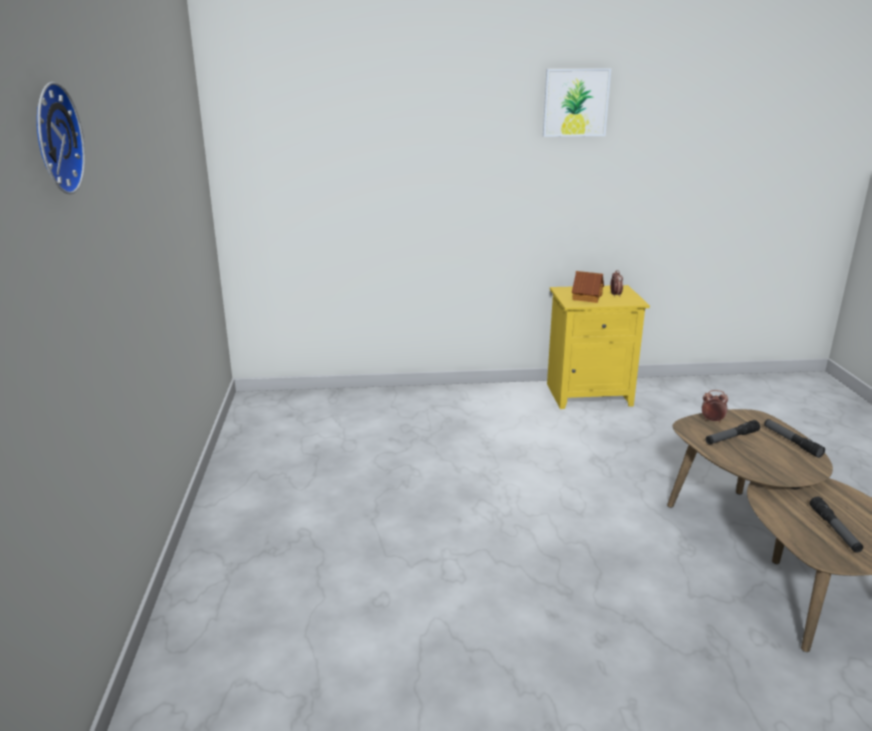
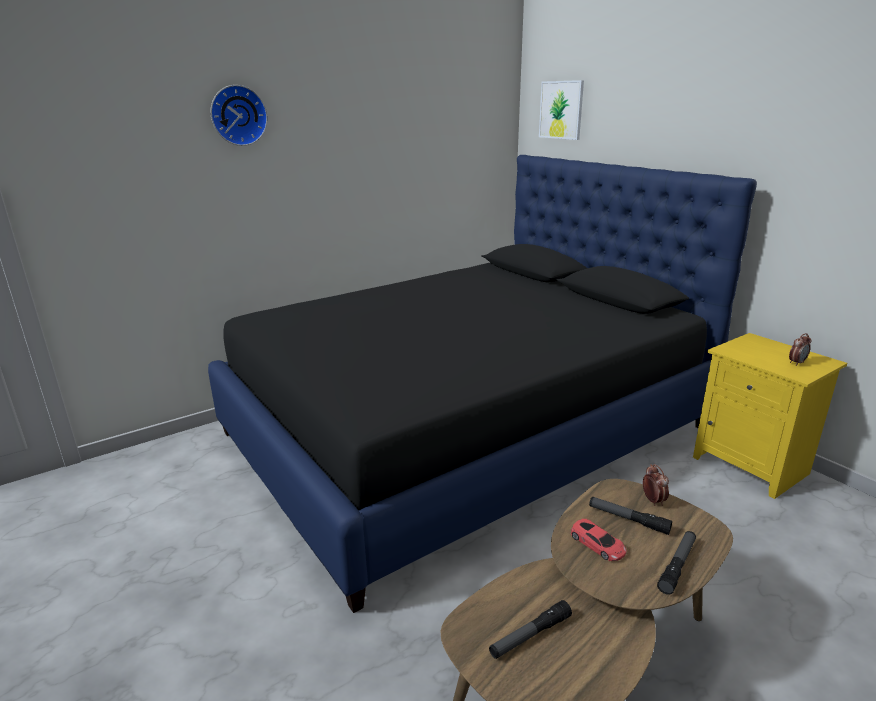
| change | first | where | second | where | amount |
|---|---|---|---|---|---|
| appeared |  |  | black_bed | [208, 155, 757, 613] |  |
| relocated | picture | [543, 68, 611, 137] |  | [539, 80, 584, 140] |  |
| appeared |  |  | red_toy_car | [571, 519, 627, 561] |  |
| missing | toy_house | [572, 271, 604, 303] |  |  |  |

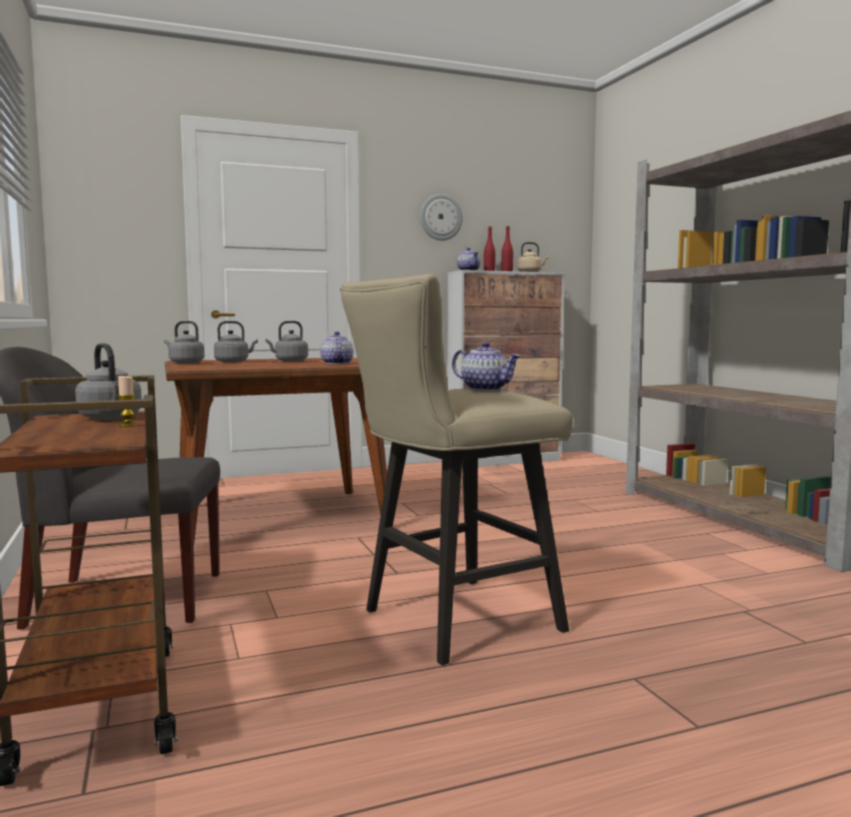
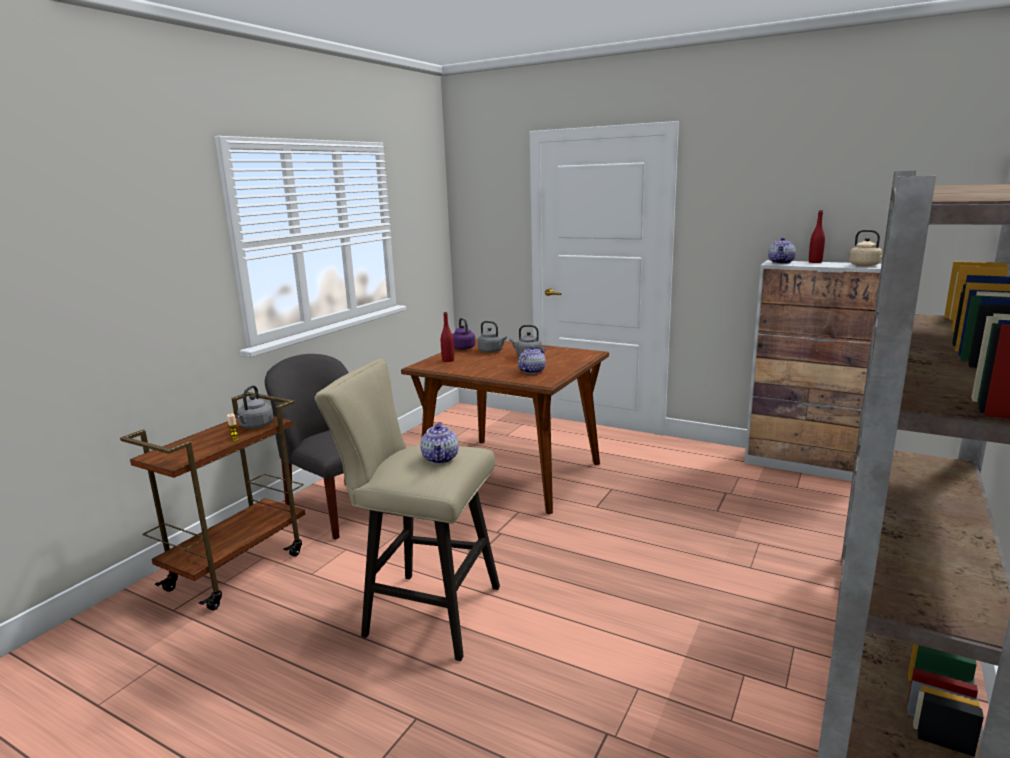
| change | first | where | second | where | amount |
|---|---|---|---|---|---|
| relocated | red_bottle | [501, 226, 513, 271] |  | [441, 312, 454, 362] |  |
| colour | grey_kettle | [164, 321, 204, 364] | purple_kettle | [452, 318, 475, 350] |  |
| missing | wall_clock | [420, 194, 463, 241] |  |  |  |

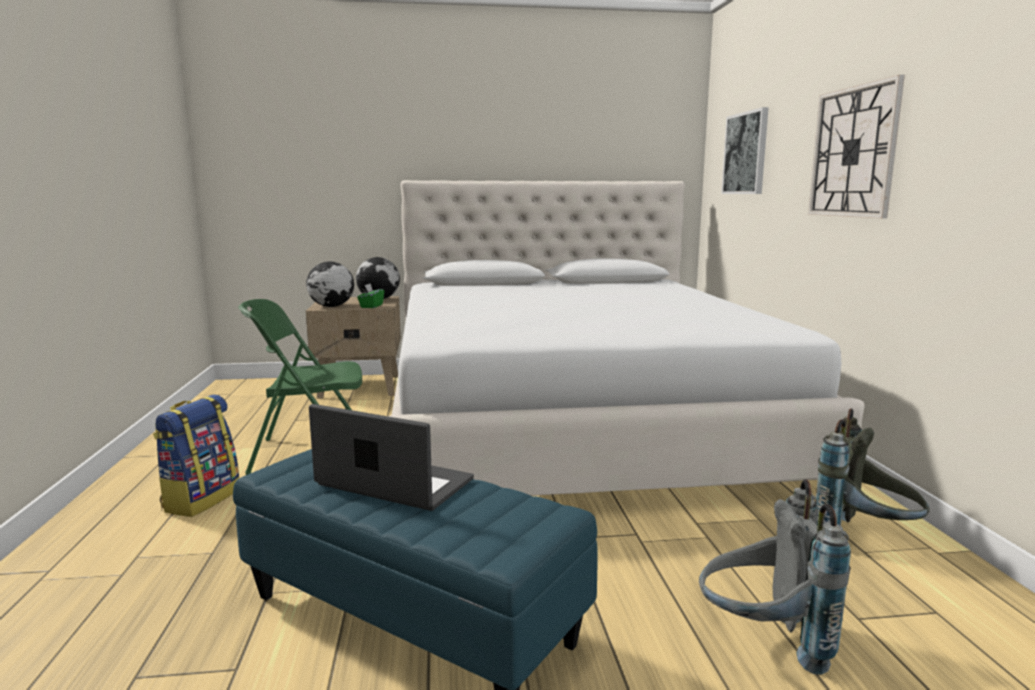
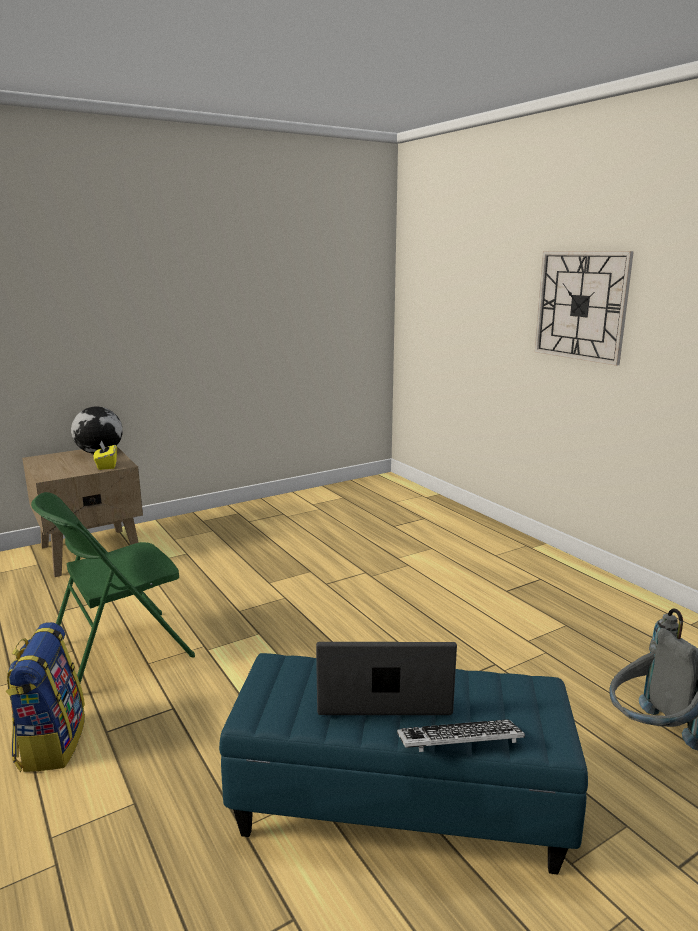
| change | first | where | second | where | amount |
|---|---|---|---|---|---|
| colour | green_tissue_box | [357, 283, 384, 308] | yellow_tissue_box | [94, 441, 117, 470] |  |
| appeared |  |  | keyboard | [397, 719, 525, 752] |  |
| missing | globe | [306, 261, 354, 307] |  |  |  |
| missing | white_bed | [388, 180, 865, 496] |  |  |  |
| missing | picture | [721, 107, 769, 194] |  |  |  |
| missing | grey_backpack | [816, 409, 930, 526] |  |  |  |

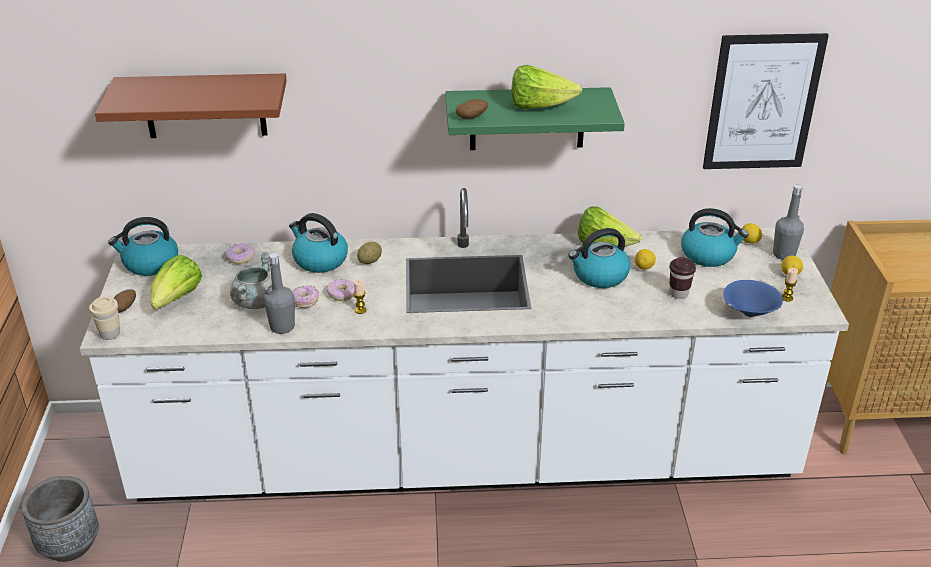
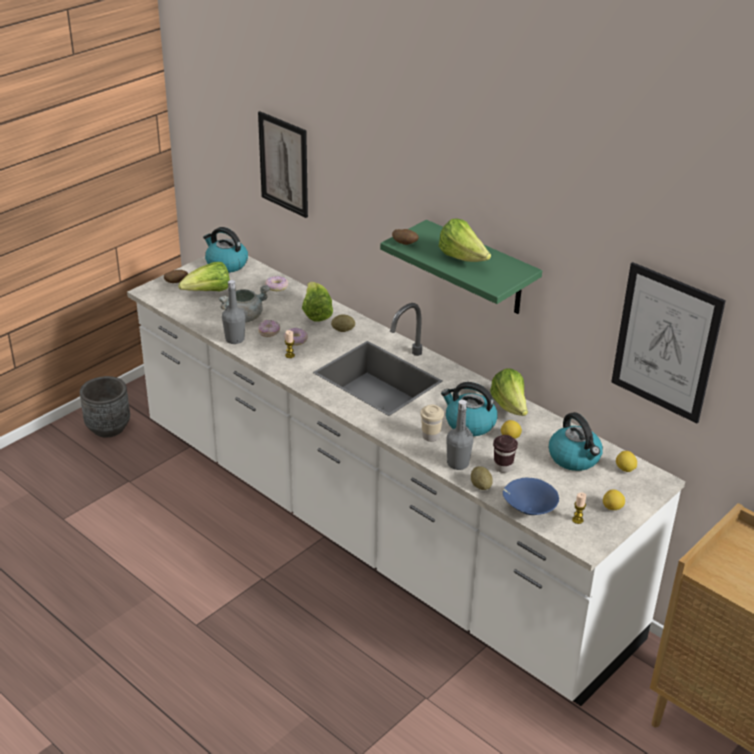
| change | first | where | second | where | amount |
|---|---|---|---|---|---|
| exchanged | brown_shelf | [95, 73, 287, 138] | picture | [258, 111, 308, 218] |  |
| exchanged | kettle | [289, 213, 348, 273] | lettuce | [302, 282, 333, 322] |  |
| relocated | beige_cup | [89, 296, 120, 340] |  | [421, 405, 444, 442] |  |
| relocated | grey_bottle | [773, 184, 804, 260] |  | [446, 399, 474, 470] |  |
| appeared |  |  | potato | [471, 466, 493, 490] |  |

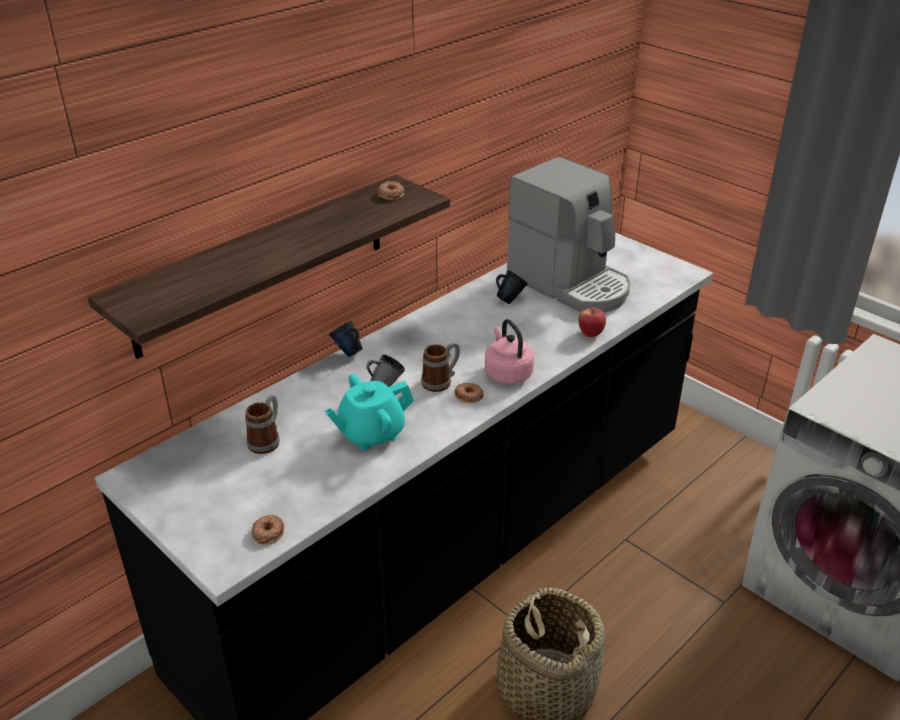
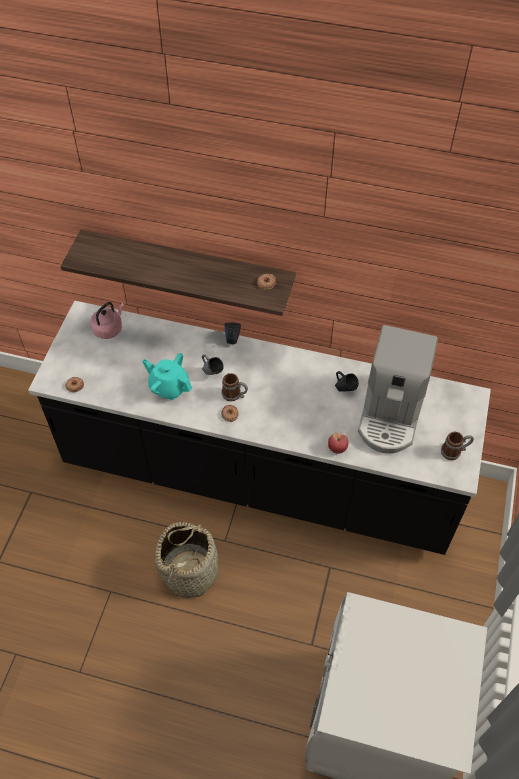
| change | first | where | second | where | amount |
|---|---|---|---|---|---|
| relocated | pink_kettle | [485, 319, 534, 384] |  | [90, 302, 124, 339] |  |
| relocated | mug | [245, 395, 280, 454] |  | [441, 432, 474, 460] |  |

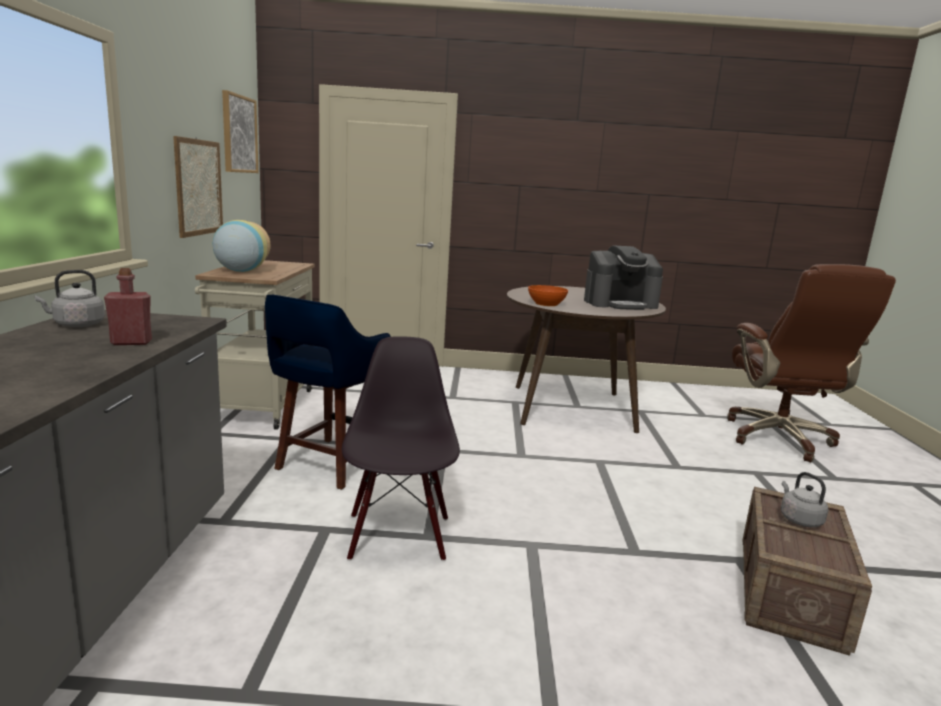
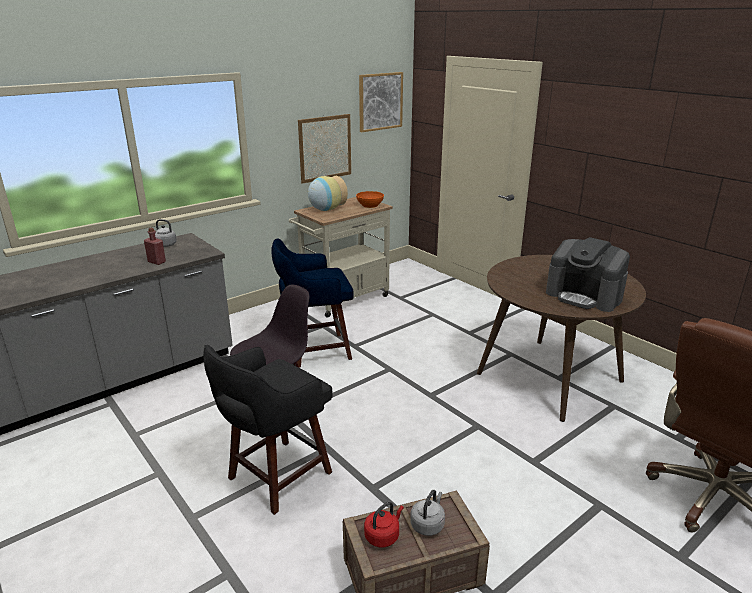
| change | first | where | second | where | amount |
|---|---|---|---|---|---|
| appeared |  |  | black_stool | [203, 345, 333, 515] |  |
| relocated | orange_bowl | [528, 285, 568, 306] |  | [356, 191, 384, 208] |  |
| appeared |  |  | red_kettle | [364, 502, 404, 547] |  |

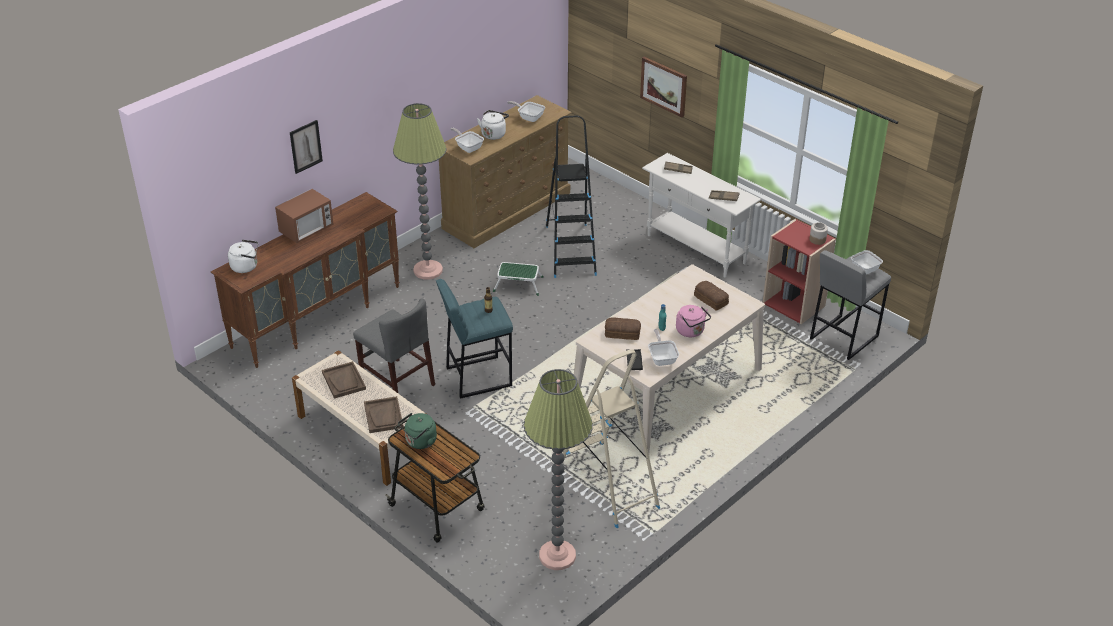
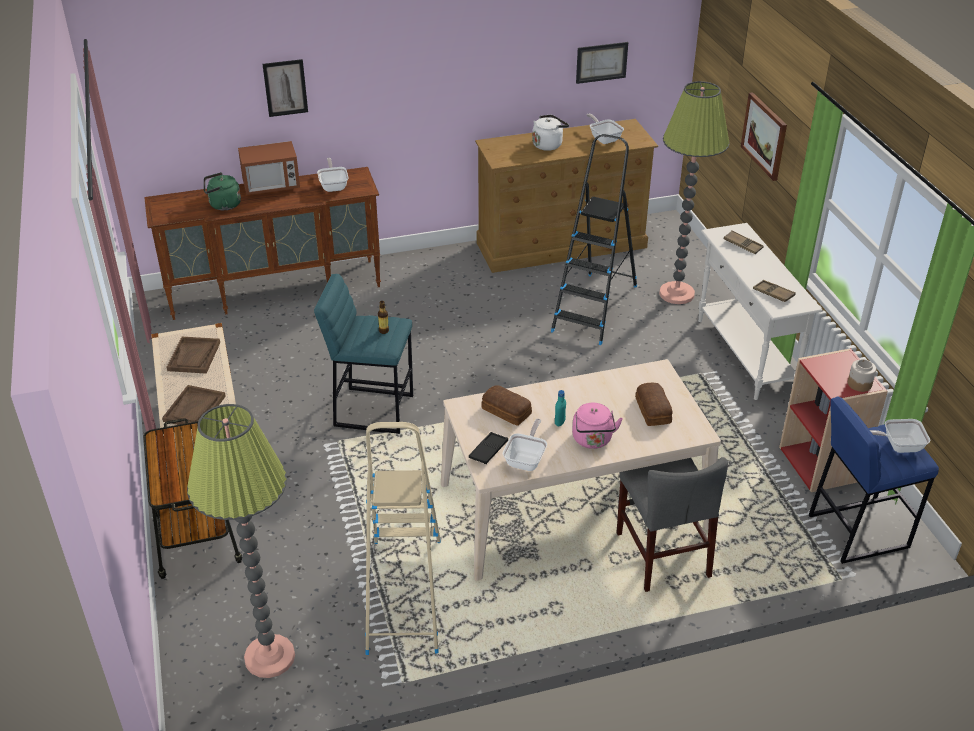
| change | first | where | second | where | amount |
|---|---|---|---|---|---|
| relocated | green_kettle | [398, 413, 437, 449] |  | [204, 172, 241, 210] |  |
| relocated | frying_pan | [451, 128, 484, 153] |  | [317, 158, 349, 192] |  |
| appeared |  |  | picture | [576, 42, 628, 84] |  |
| relocated | grey_chair | [353, 299, 435, 407] |  | [616, 457, 728, 592] |  |
| relocated | floor_lamp | [393, 103, 446, 280] |  | [659, 81, 730, 304] |  |
| colour | grey_stool | [810, 250, 891, 360] | blue_stool | [809, 396, 939, 564] |  |
| missing | white_kettle | [228, 239, 258, 273] |  |  |  |
| missing | green_step_ladder | [493, 262, 543, 296] |  |  |  |

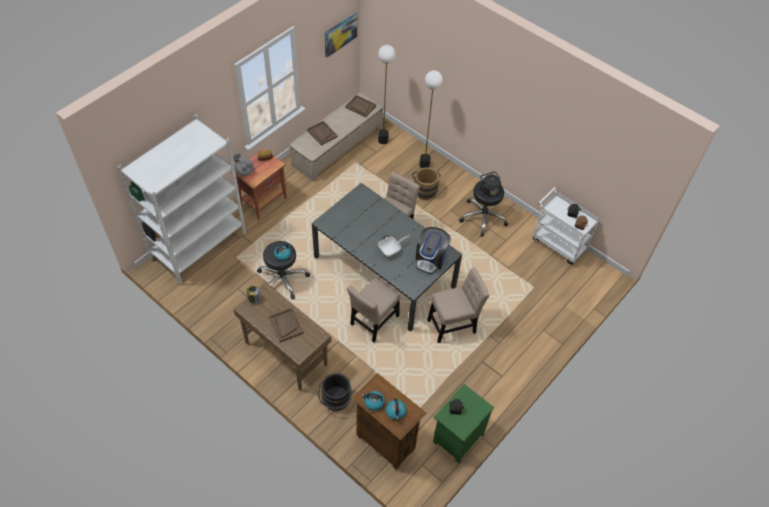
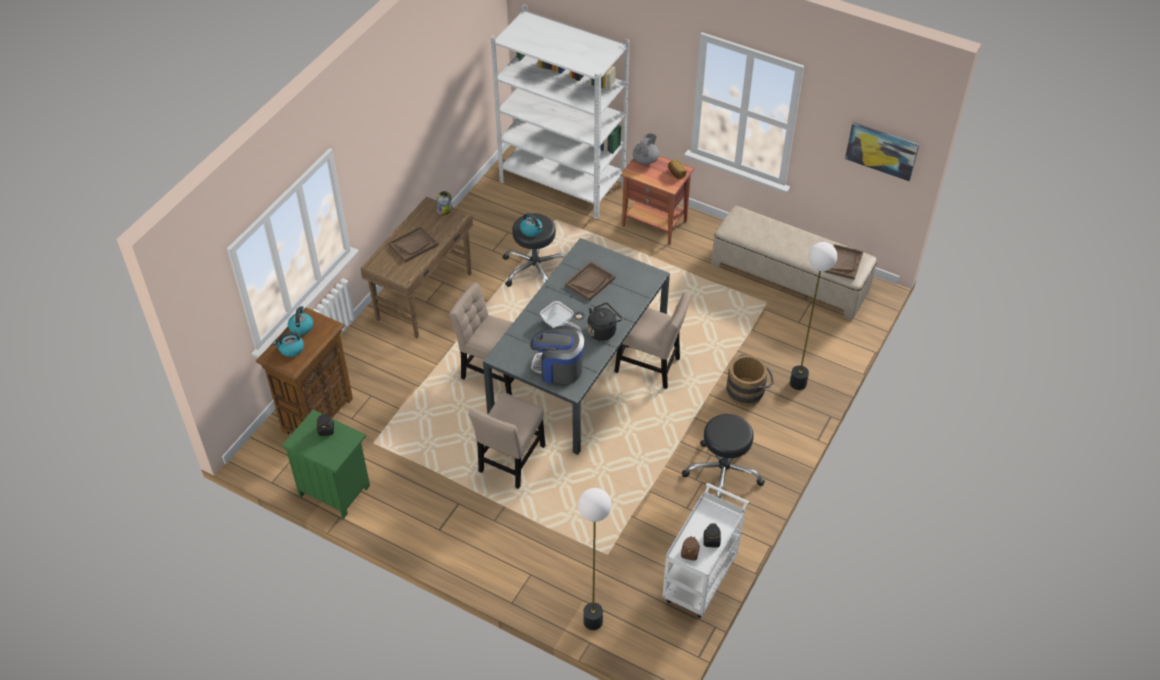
| change | first | where | second | where | amount |
|---|---|---|---|---|---|
| spun | beige_chair | [427, 267, 489, 343] |  | [468, 393, 545, 489] | 60 degrees clockwise |
| relocated | brown_tray | [307, 121, 338, 145] |  | [565, 262, 615, 301] |  |
| relocated | floor_lamp | [378, 45, 396, 144] |  | [578, 488, 611, 630] |  |
| relocated | black_kettle | [480, 171, 501, 196] |  | [588, 303, 622, 341] |  |
| missing | black_bucket | [318, 373, 353, 411] |  |  |  |

